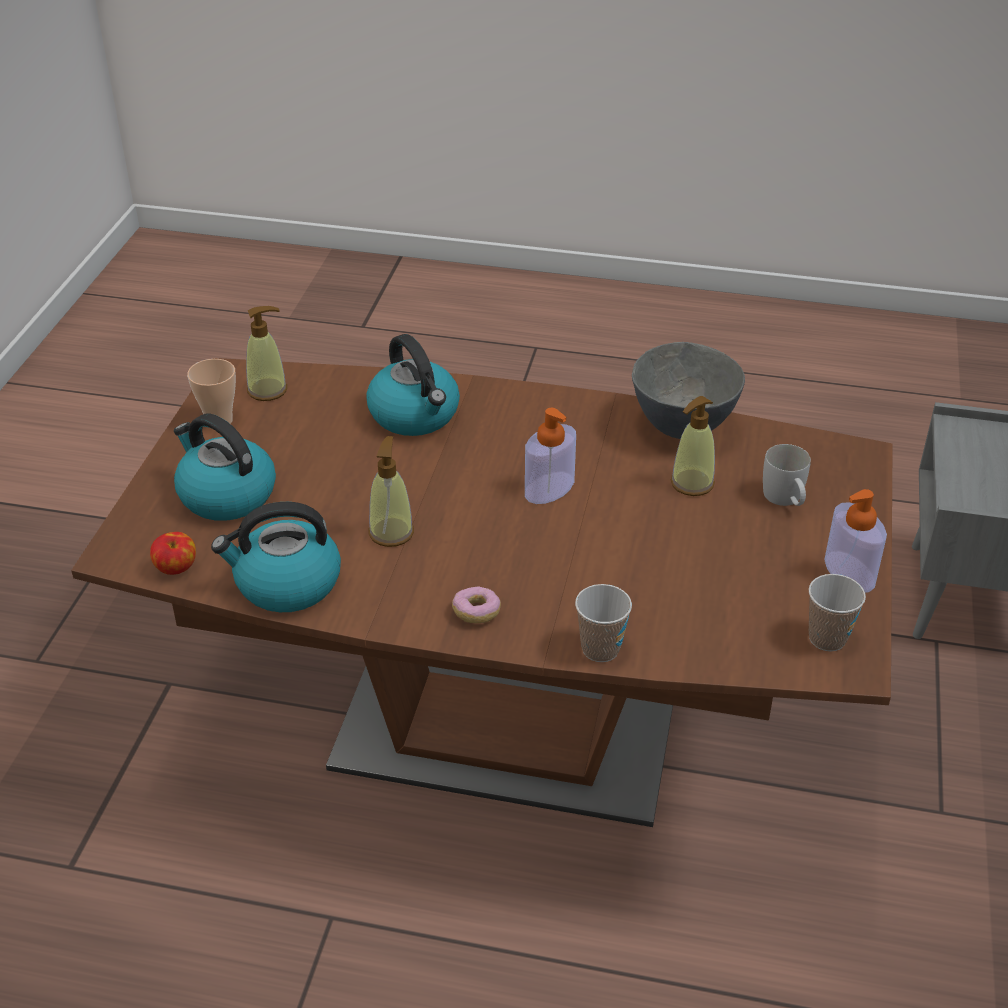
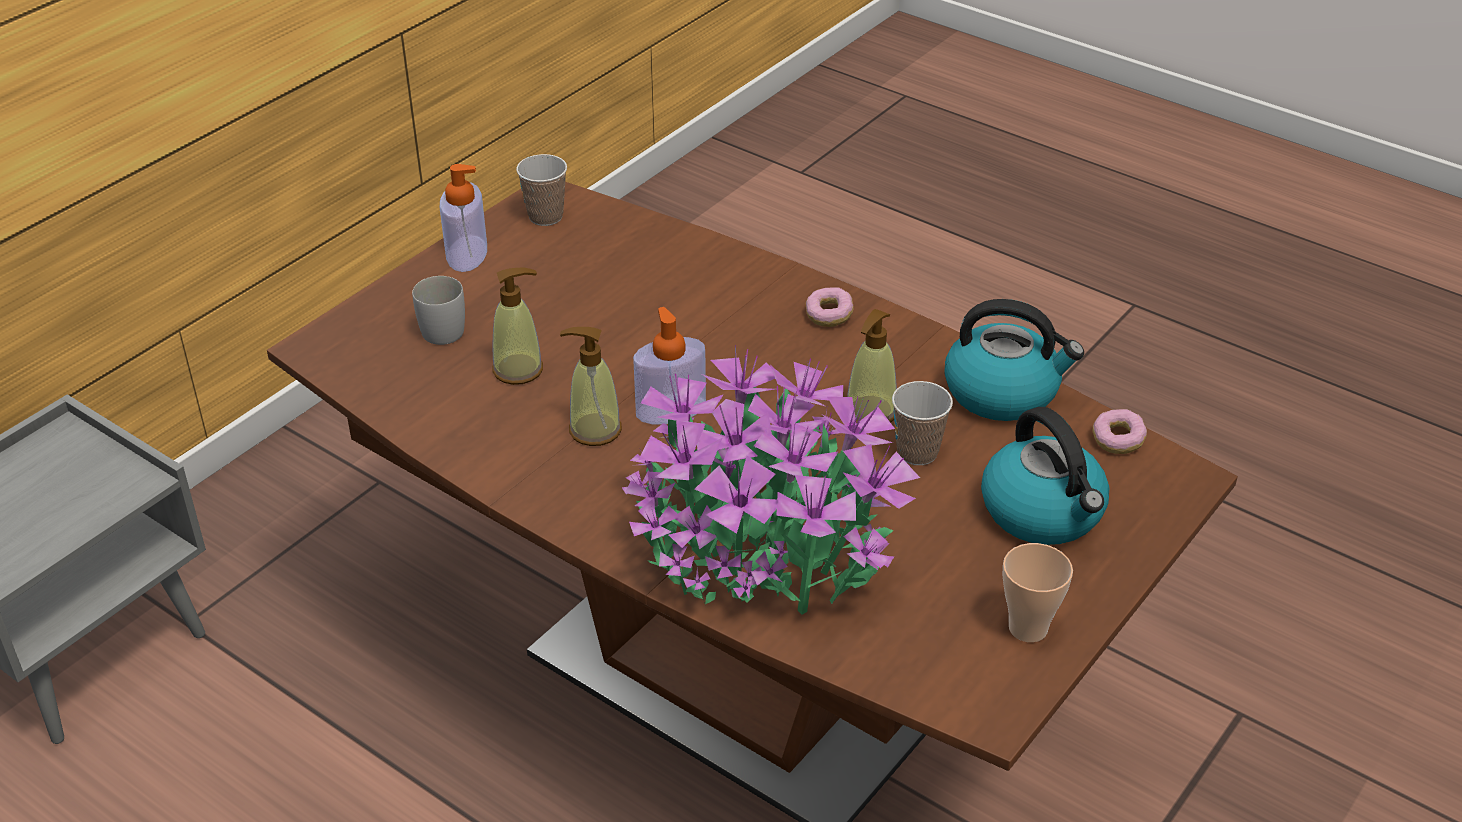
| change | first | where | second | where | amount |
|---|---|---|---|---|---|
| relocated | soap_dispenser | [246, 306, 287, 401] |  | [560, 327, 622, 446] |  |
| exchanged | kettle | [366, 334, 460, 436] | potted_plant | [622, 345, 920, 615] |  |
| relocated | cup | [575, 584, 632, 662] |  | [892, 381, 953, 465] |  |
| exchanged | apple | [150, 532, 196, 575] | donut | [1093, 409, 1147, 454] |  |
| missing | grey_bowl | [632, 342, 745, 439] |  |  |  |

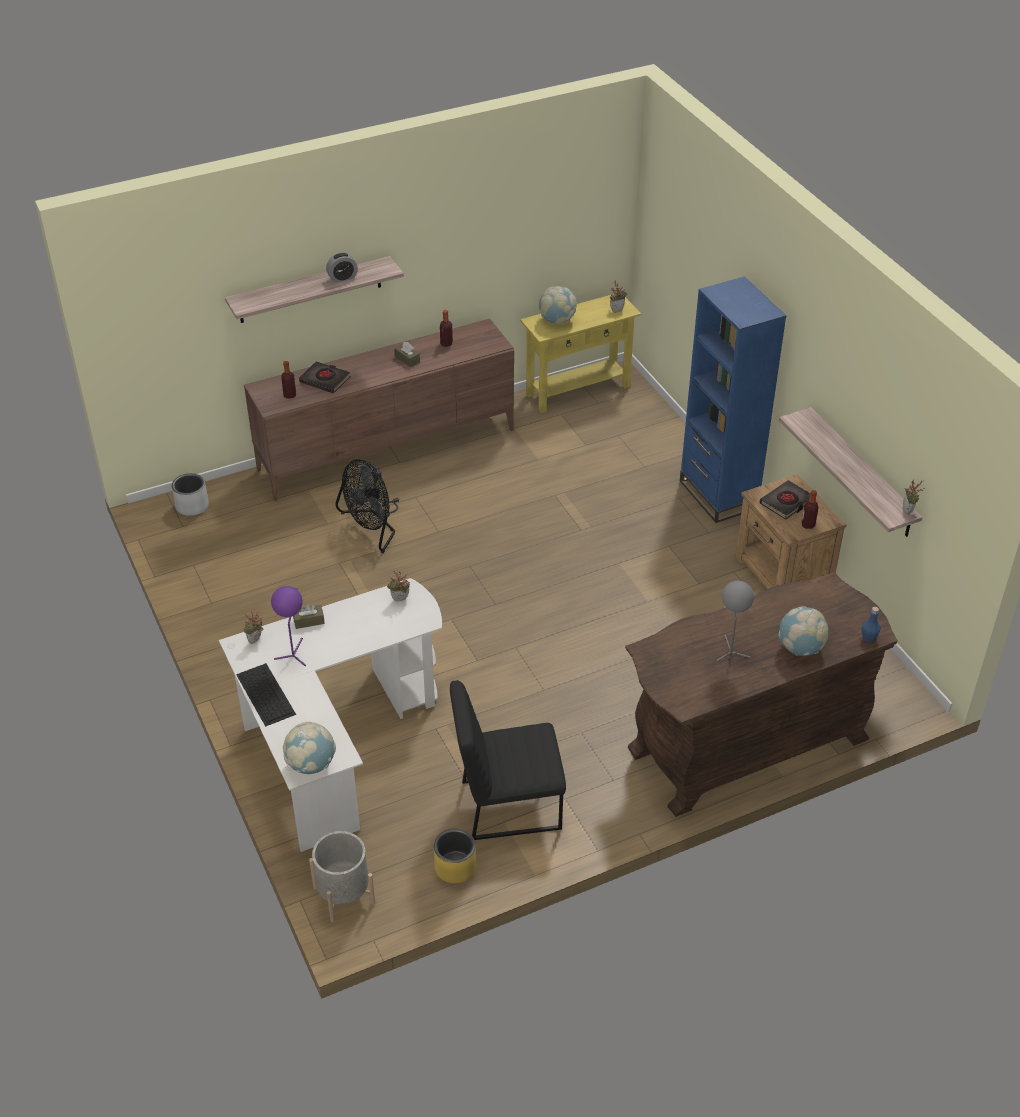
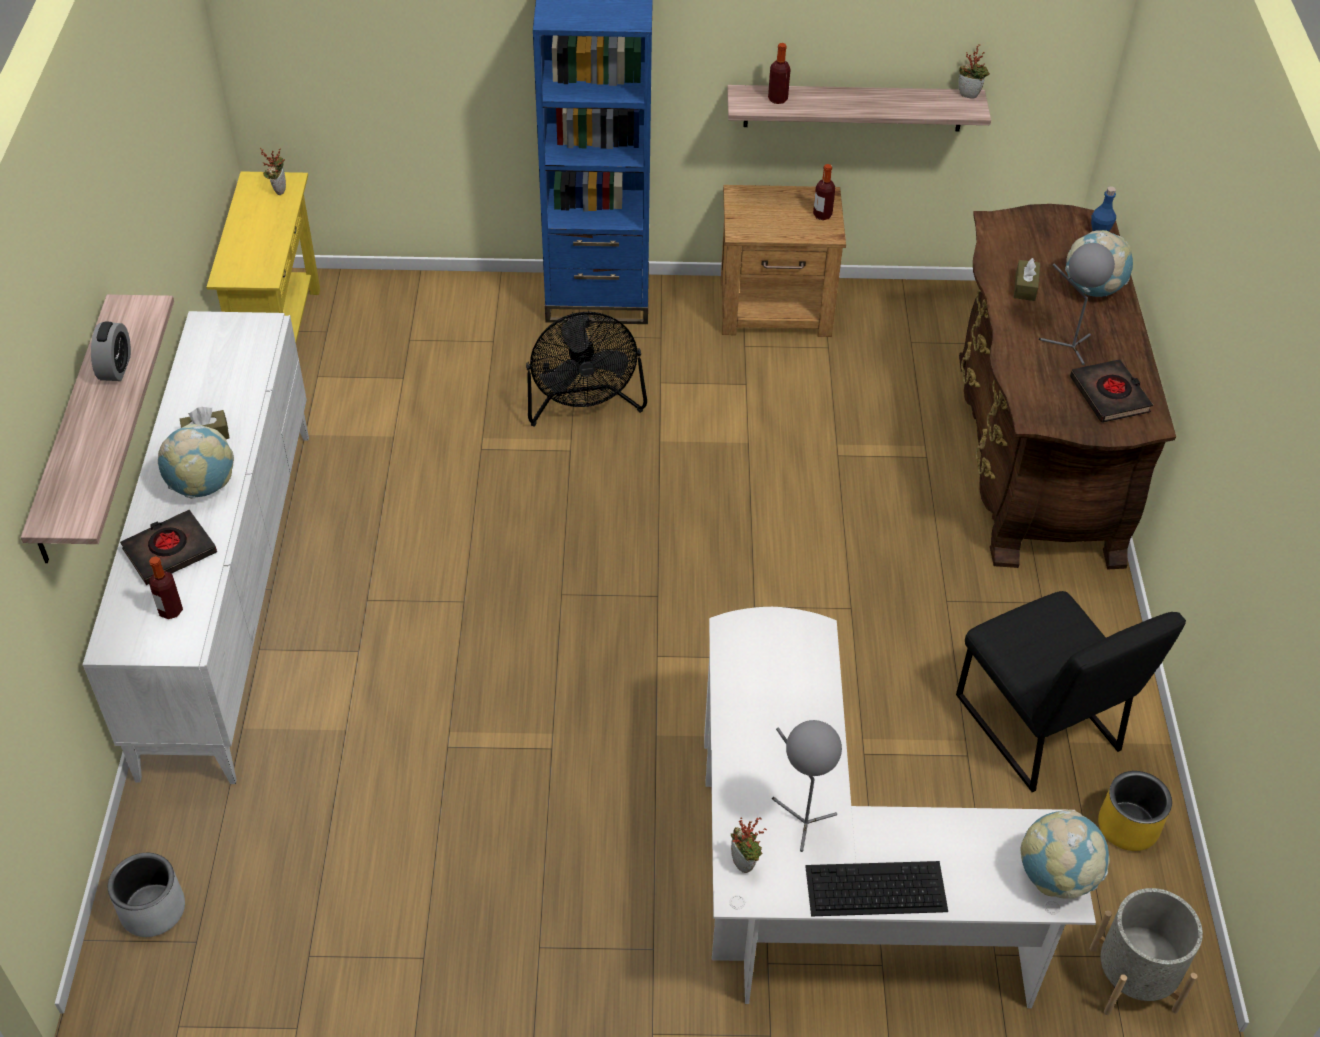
| change | first | where | second | where | amount |
|---|---|---|---|---|---|
| colour | brown_cabinet | [244, 318, 514, 501] | white_cabinet | [83, 311, 309, 784] |  |
| relocated | globe | [539, 286, 577, 324] |  | [158, 424, 234, 499] |  |
| relocated | black_fan | [335, 459, 400, 553] |  | [526, 310, 647, 427] |  |
| relocated | bottle | [440, 310, 453, 347] |  | [768, 43, 791, 104] |  |
| colour | purple_table_lamp | [271, 586, 306, 666] | grey_table_lamp | [772, 720, 842, 852] |  |
| spun | black_chair | [450, 680, 566, 840] |  | [956, 591, 1186, 792] | 45 degrees counterclockwise |
| relocated | brown_tissue_box | [293, 604, 325, 629] |  | [1014, 258, 1040, 301] |  |
| relocated | black_book | [760, 480, 811, 520] |  | [1070, 359, 1153, 423] |  |
| missing | potted_plant | [387, 571, 410, 602] |  |  |  |

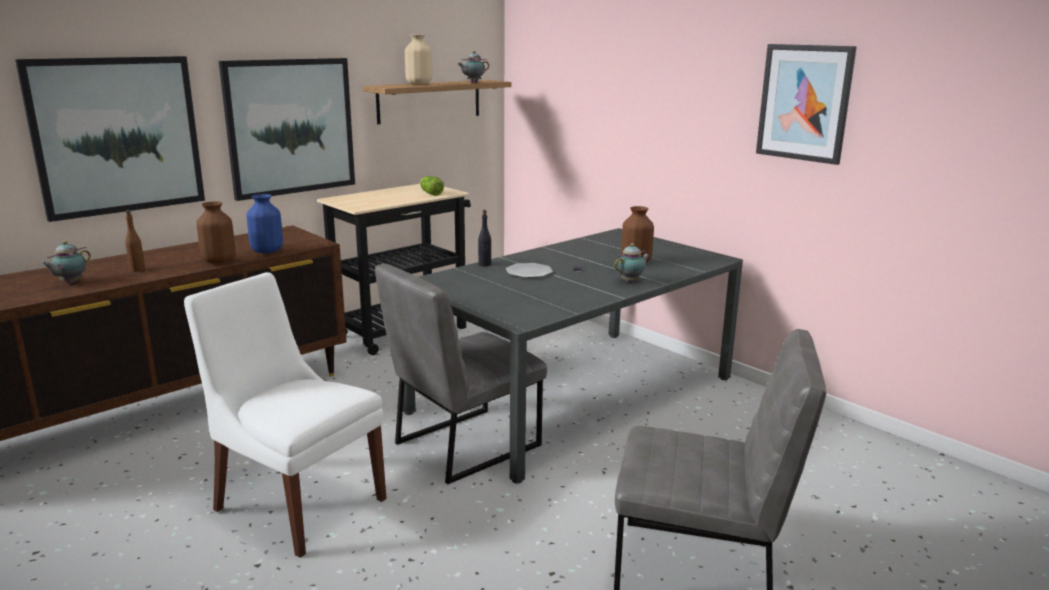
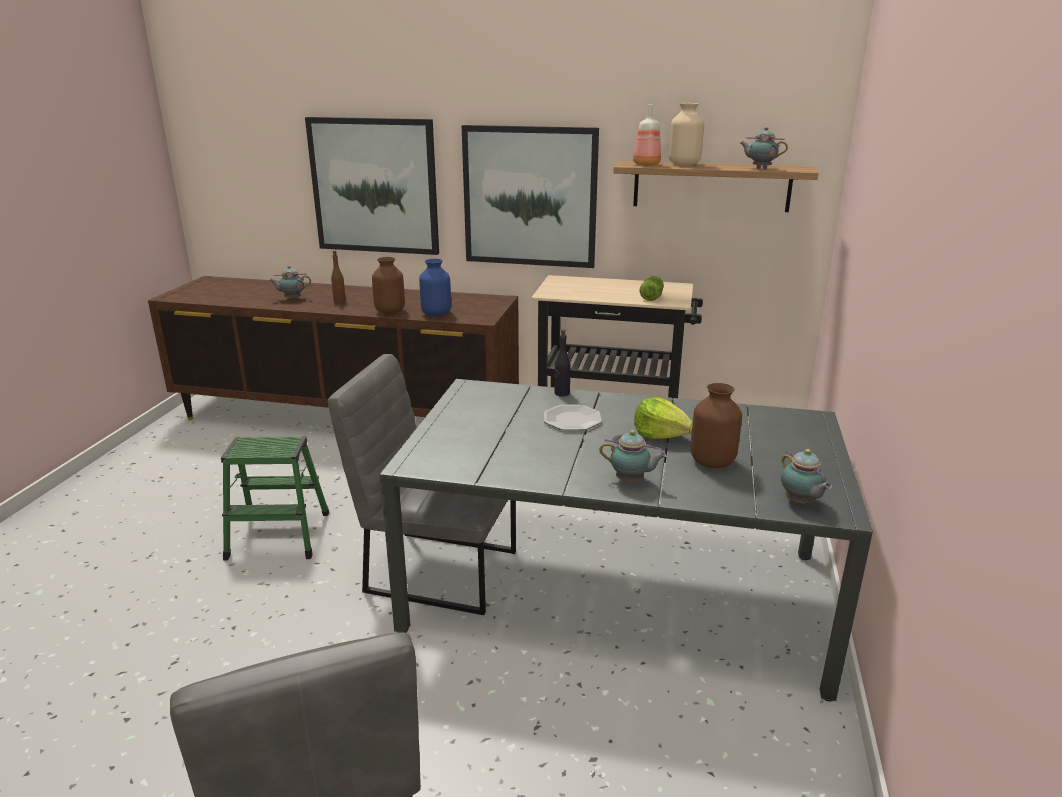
| change | first | where | second | where | amount |
|---|---|---|---|---|---|
| exchanged | white_chair | [184, 272, 387, 558] | green_step_ladder | [221, 436, 329, 561] |  |
| appeared |  |  | bottle | [633, 104, 661, 166] |  |
| appeared |  |  | lettuce | [634, 397, 693, 439] |  |
| appeared |  |  | teapot | [781, 449, 832, 504] |  |
| missing | picture | [756, 44, 857, 165] |  |  |  |

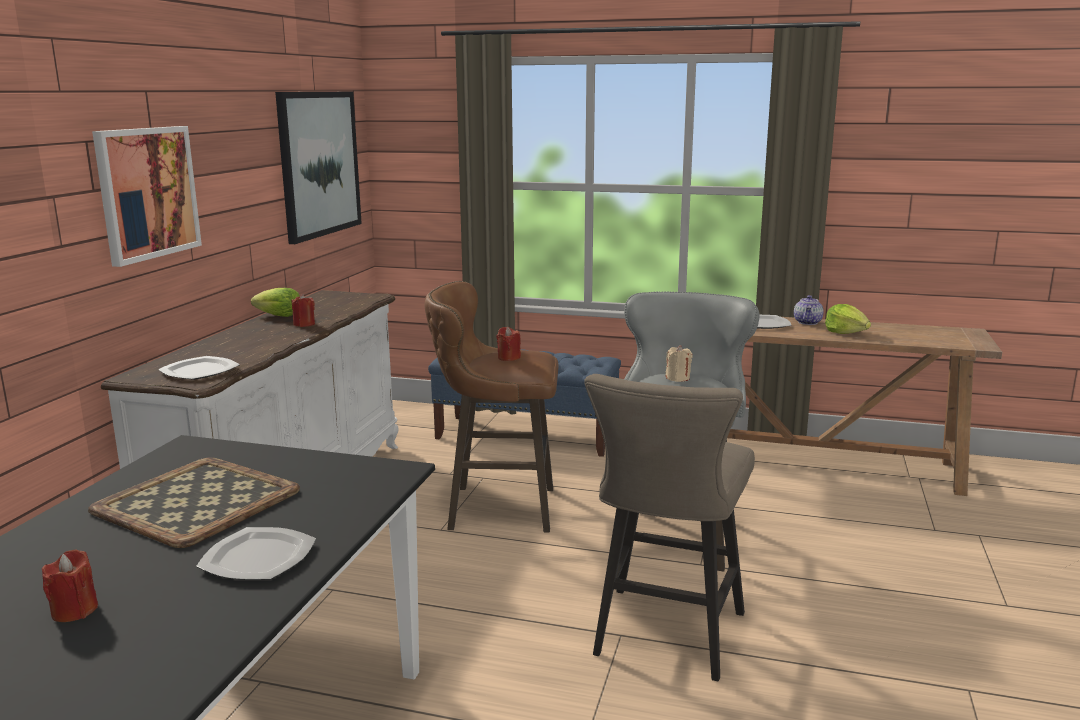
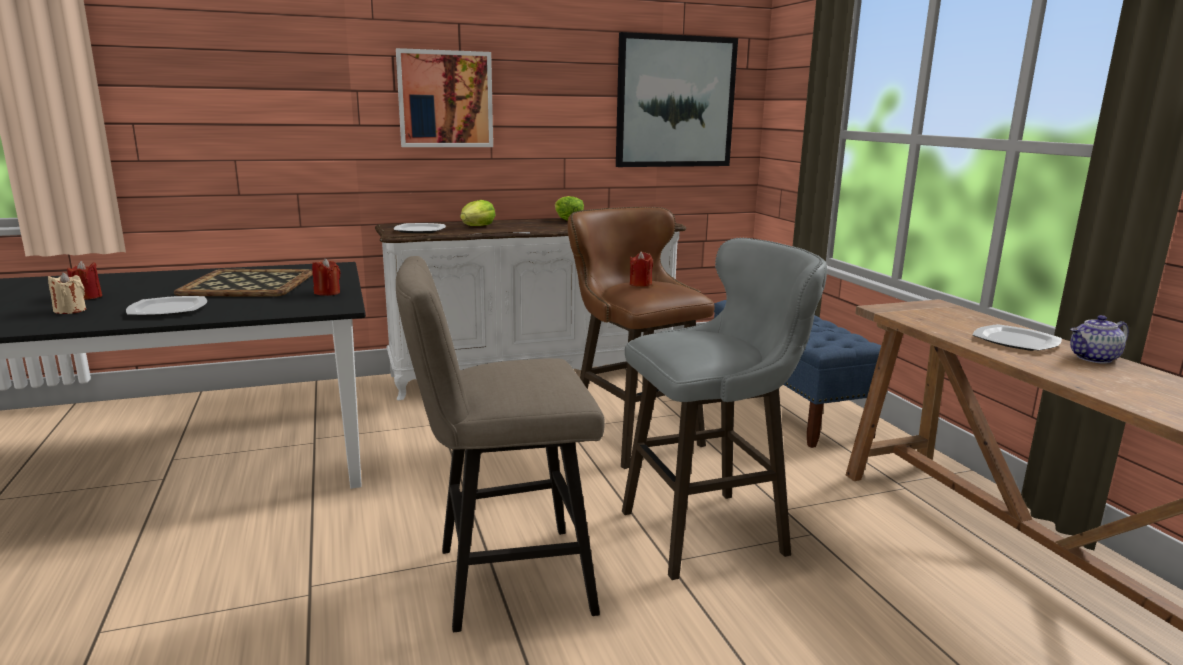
| change | first | where | second | where | amount |
|---|---|---|---|---|---|
| relocated | beige_candle | [665, 345, 692, 382] |  | [48, 272, 86, 314] |  |
| relocated | red_candle | [292, 294, 315, 327] |  | [312, 258, 341, 296] |  |
| relocated | lettuce | [825, 304, 871, 334] |  | [460, 200, 495, 226] |  |

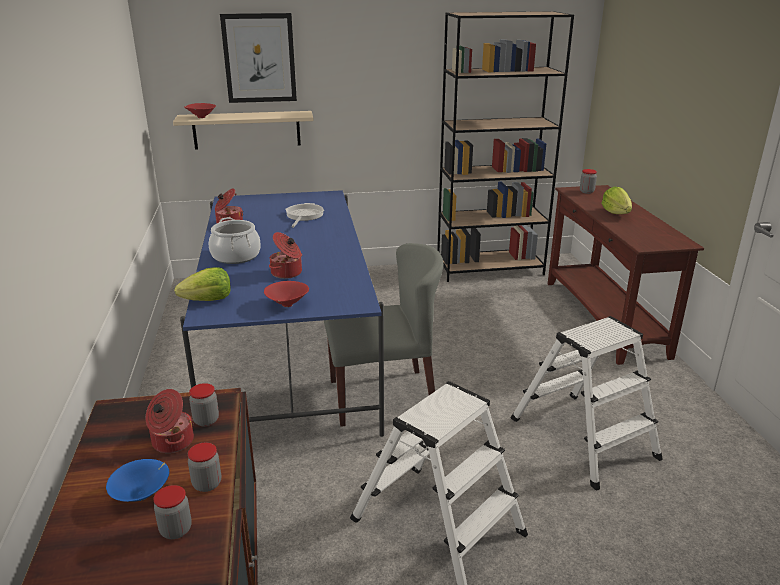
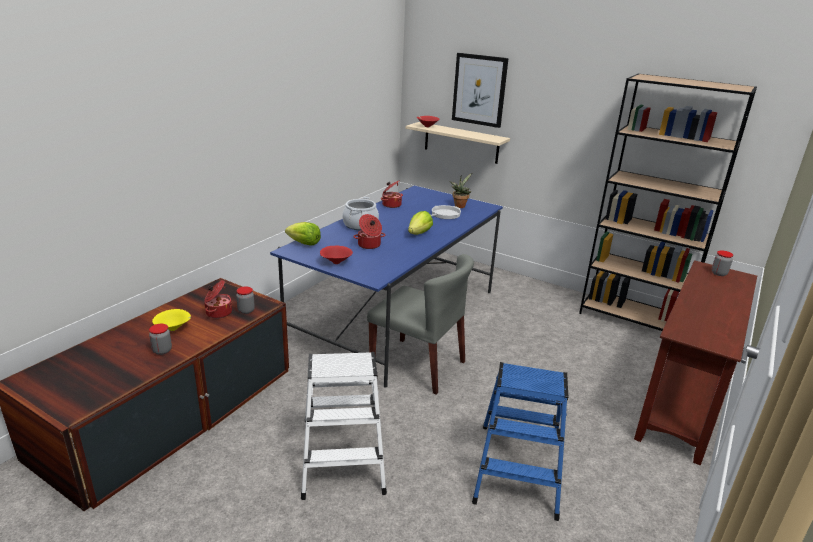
| change | first | where | second | where | amount |
|---|---|---|---|---|---|
| colour | blue_bowl | [106, 459, 169, 502] | yellow_bowl | [152, 309, 191, 331] |  |
| relocated | lettuce | [601, 187, 632, 214] |  | [408, 211, 433, 235] |  |
| appeared |  |  | potted_plant | [449, 173, 472, 208] |  |
| colour | white_step_ladder | [511, 316, 663, 491] | blue_step_ladder | [472, 362, 568, 521] |  |
| missing | jar | [188, 442, 221, 492] |  |  |  |

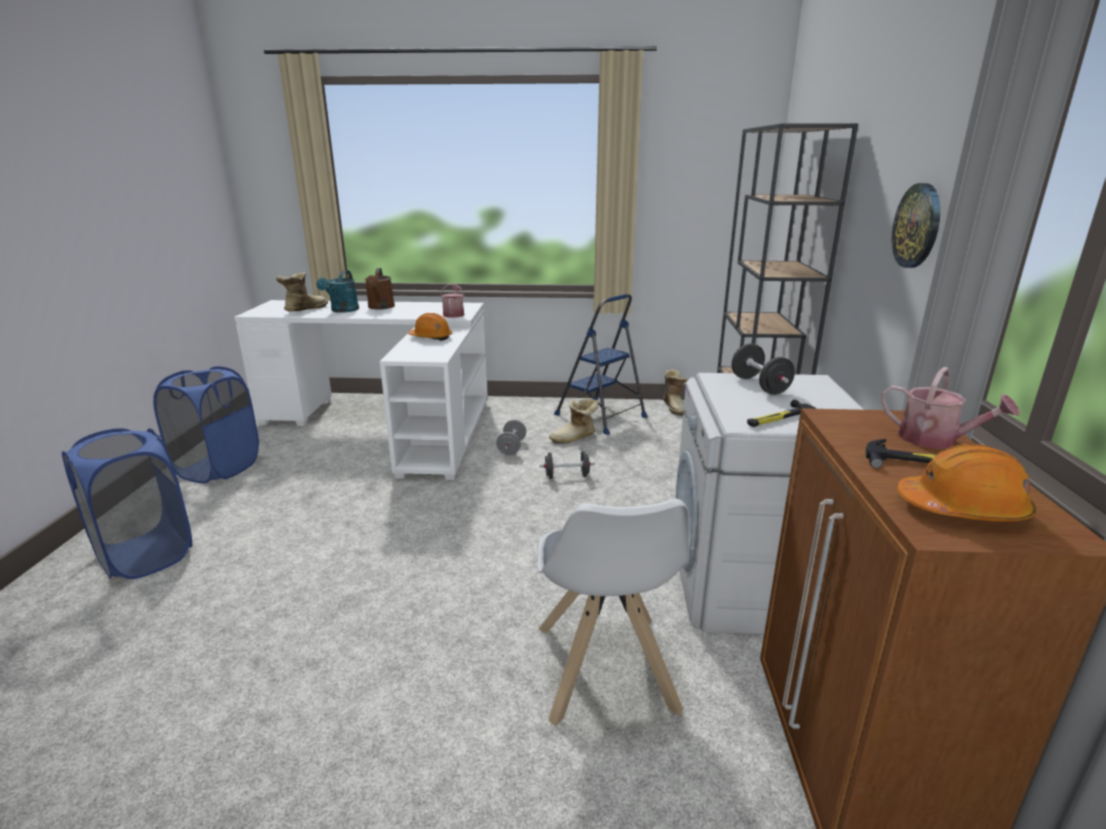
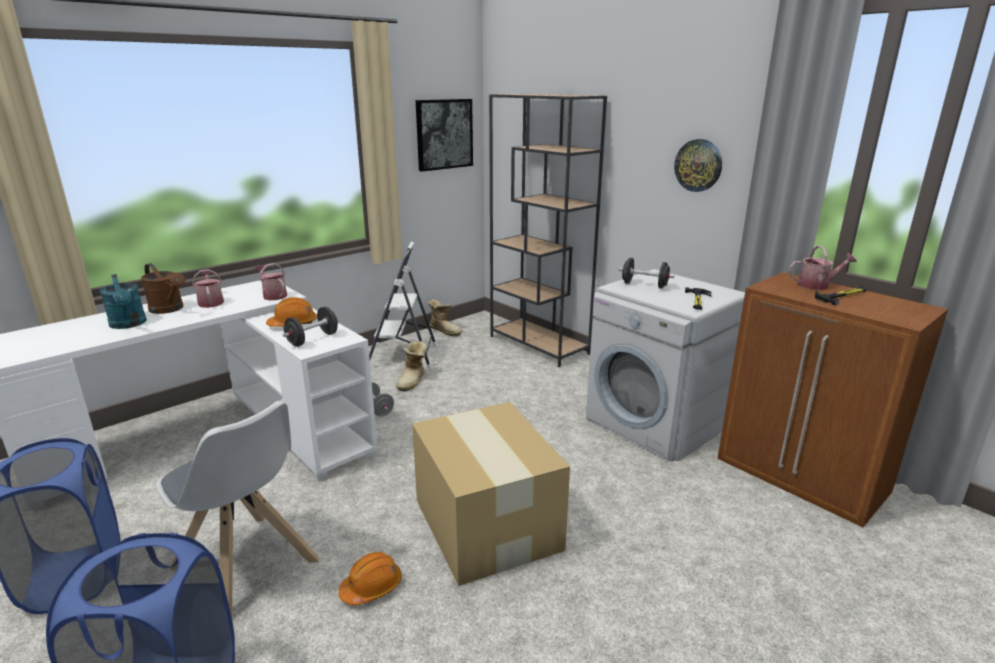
| change | first | where | second | where | amount |
|---|---|---|---|---|---|
| relocated | chair | [537, 499, 689, 726] |  | [156, 401, 319, 616] |  |
| appeared |  |  | watering_can | [192, 269, 224, 308] |  |
| relocated | black_dumbbell | [540, 451, 595, 479] |  | [283, 307, 338, 347] |  |
| relocated | orange_hard_hat | [897, 444, 1036, 522] |  | [338, 552, 402, 605] |  |
| colour | blue_step_ladder | [554, 294, 648, 435] | white_step_ladder | [369, 241, 439, 370] |  |
| appeared |  |  | cardboard_box | [412, 402, 570, 586] |  |
| appeared |  |  | picture | [416, 99, 473, 172] |  |
| missing | boot | [276, 272, 328, 312] |  |  |  |

